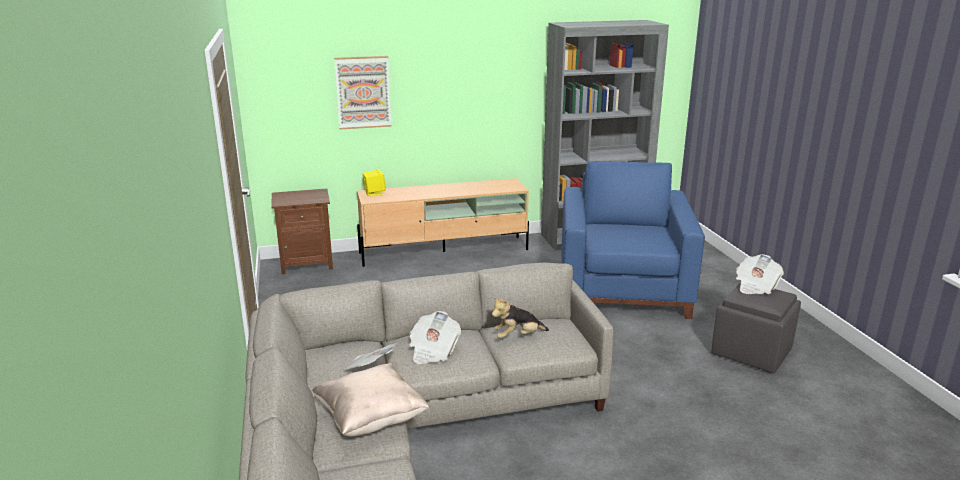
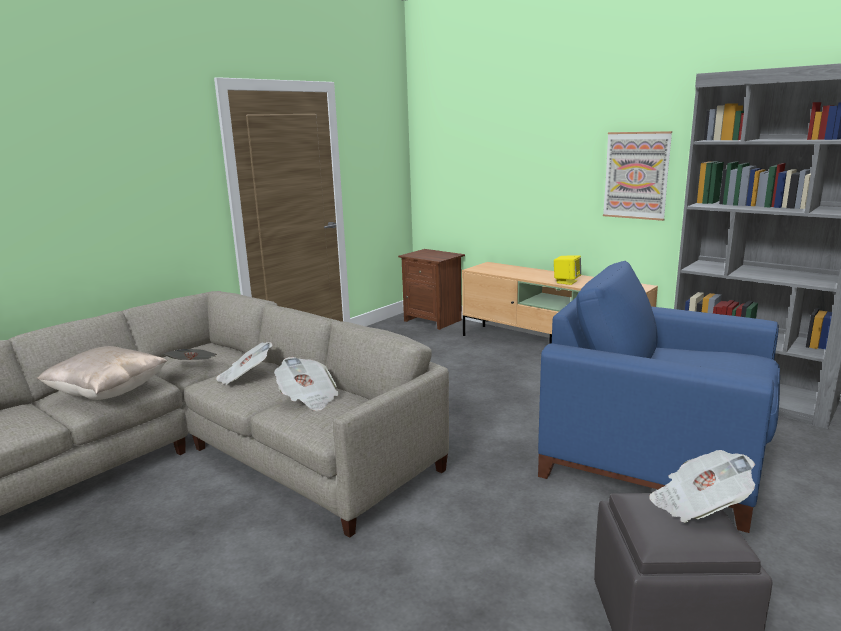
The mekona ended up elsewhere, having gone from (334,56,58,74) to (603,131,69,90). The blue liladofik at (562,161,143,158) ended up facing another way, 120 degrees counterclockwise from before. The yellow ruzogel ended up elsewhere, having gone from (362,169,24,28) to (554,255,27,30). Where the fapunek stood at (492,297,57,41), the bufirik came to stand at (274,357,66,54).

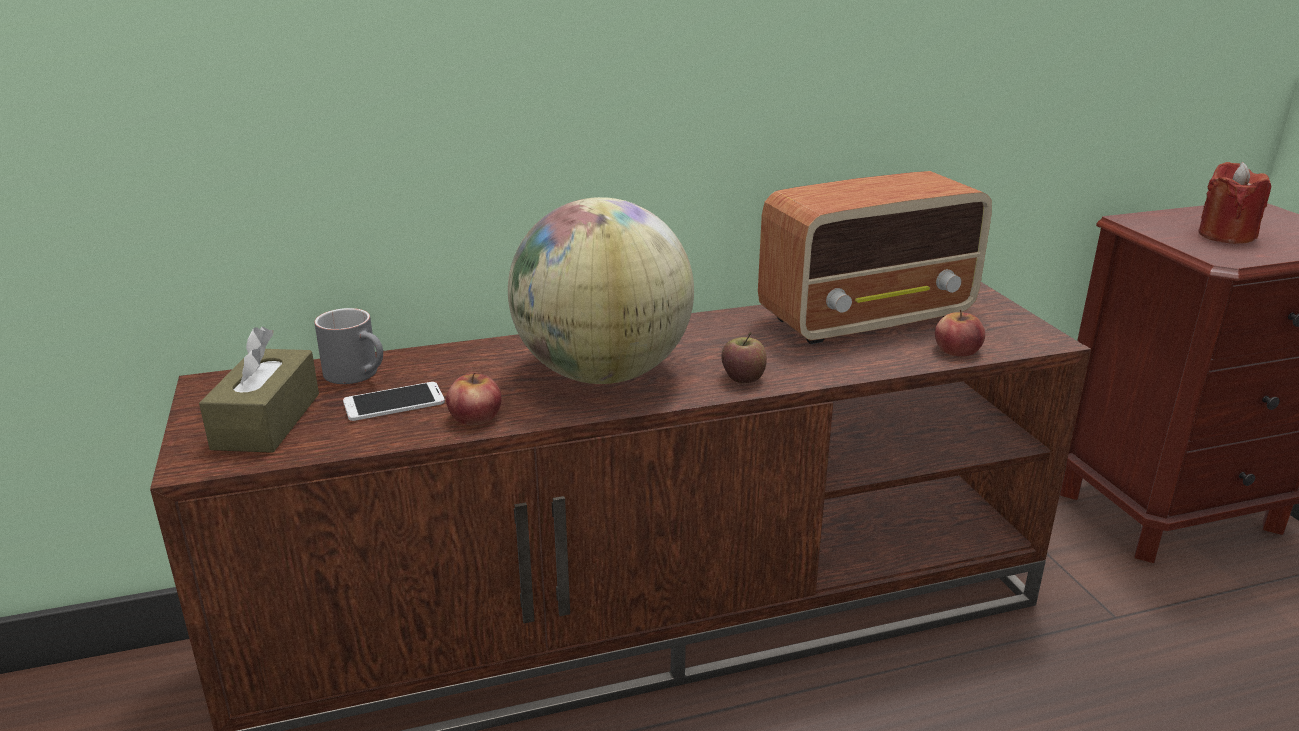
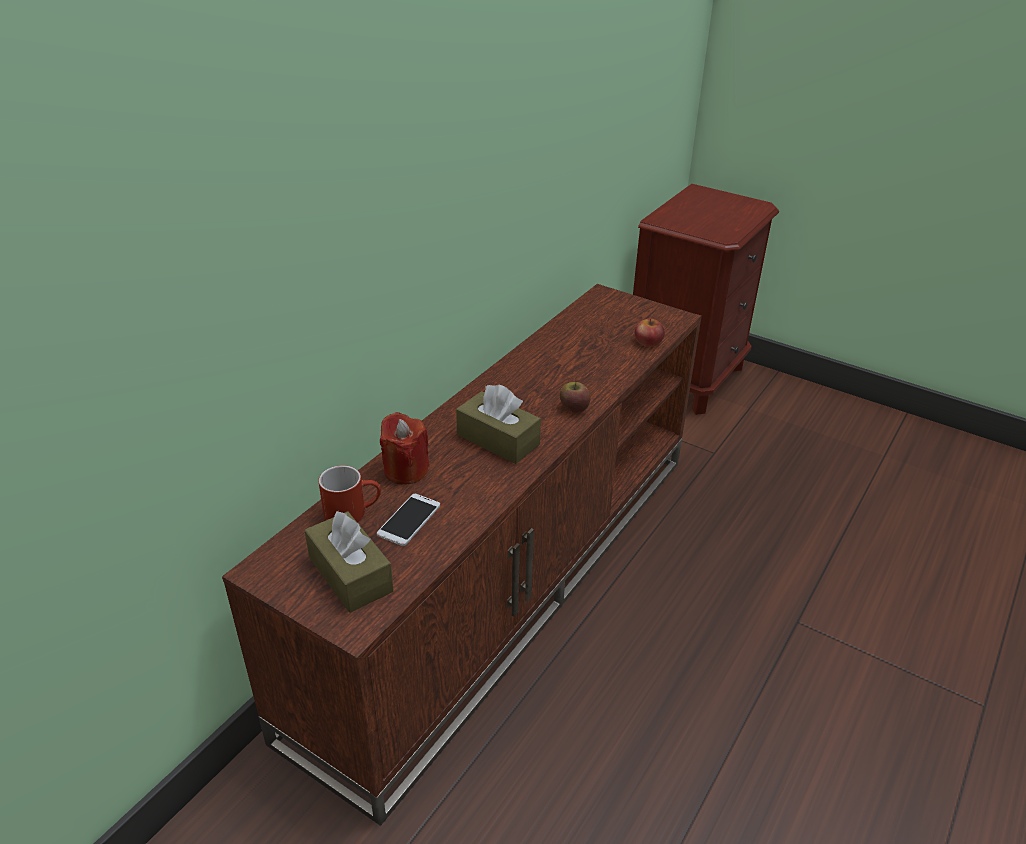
The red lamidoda ended up elsewhere, having gone from (1198,162,73,82) to (380,412,49,72). The second view lost the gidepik at (758,171,234,173). Where the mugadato stood at (508,197,186,187), the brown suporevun came to stand at (456,384,85,80). What was the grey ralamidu at (314,308,69,76) turned into the red ralamidu at (318,465,63,57). The second view lost the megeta at (446,372,56,53).

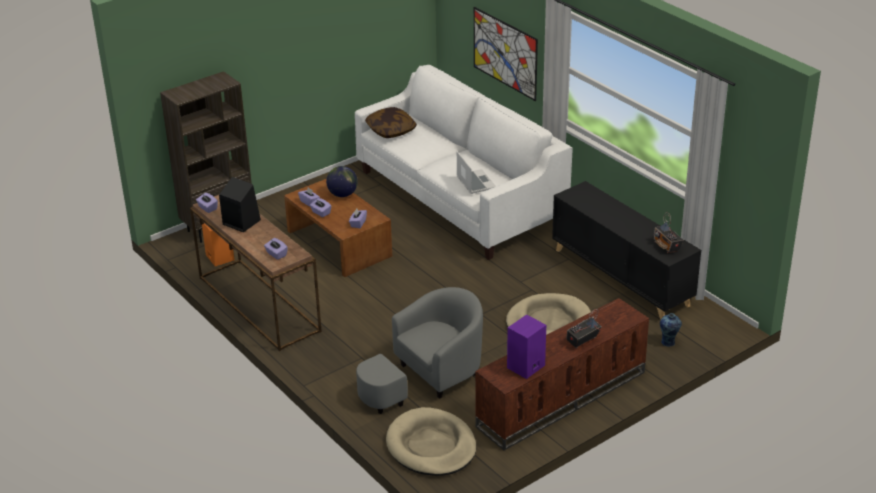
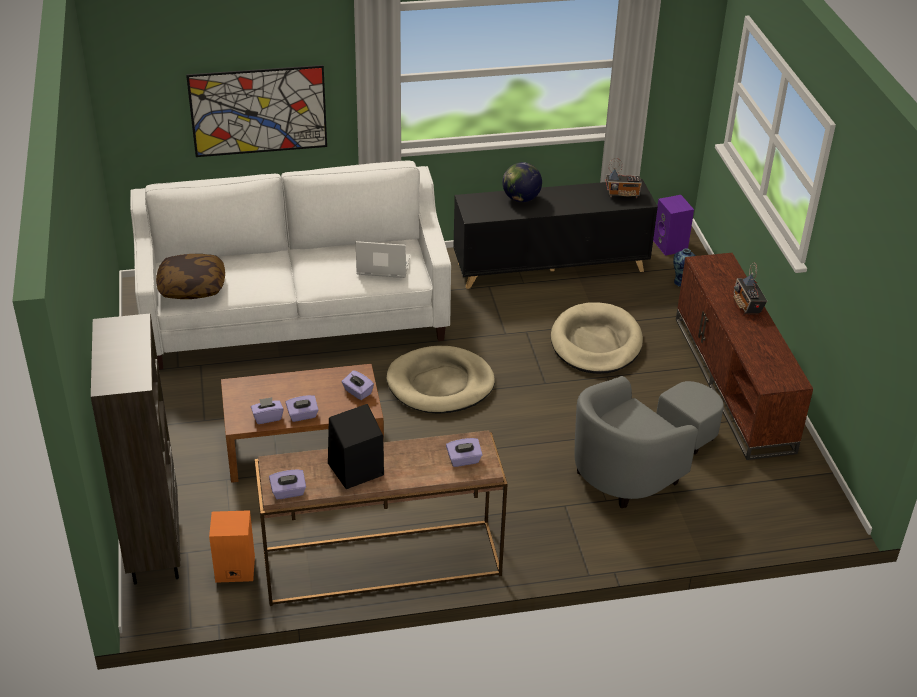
The mugadato ended up elsewhere, having gone from (326,166,32,31) to (502,162,40,40). The grey liladofik at (356,287,127,127) ended up facing another way, 120 degrees counterclockwise from before. The purple ruzogel ended up elsewhere, having gone from (507,315,39,64) to (653,195,41,61). The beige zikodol ended up elsewhere, having gone from (386,407,90,69) to (386,346,109,68).

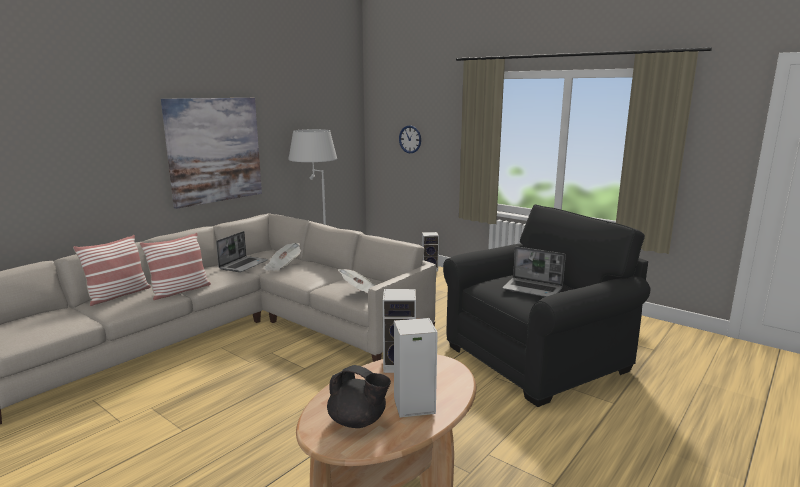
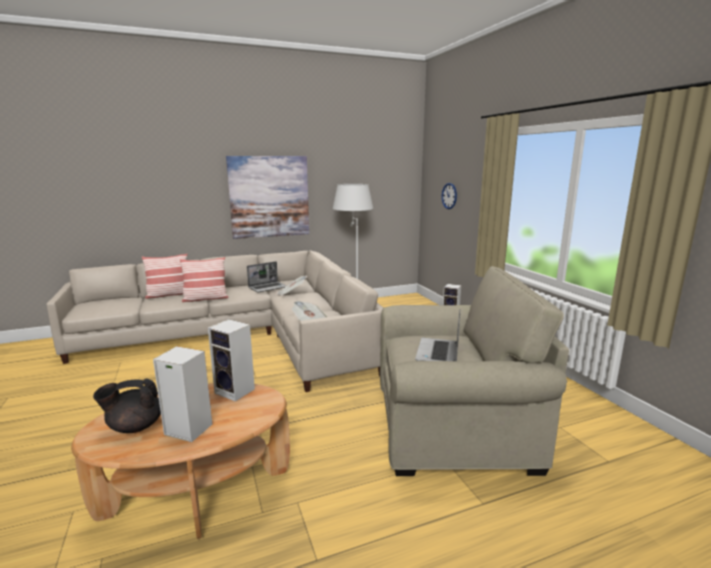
What was the black liladofik at (443,204,208,203) turned into the beige liladofik at (380,266,189,210). The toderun at (502,246,64,51) ended up facing another way, 45 degrees clockwise from before. The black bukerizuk at (327,365,64,63) ended up facing another way, 105 degrees clockwise from before.

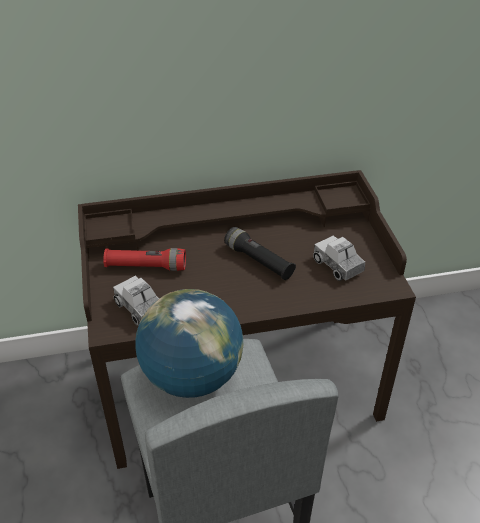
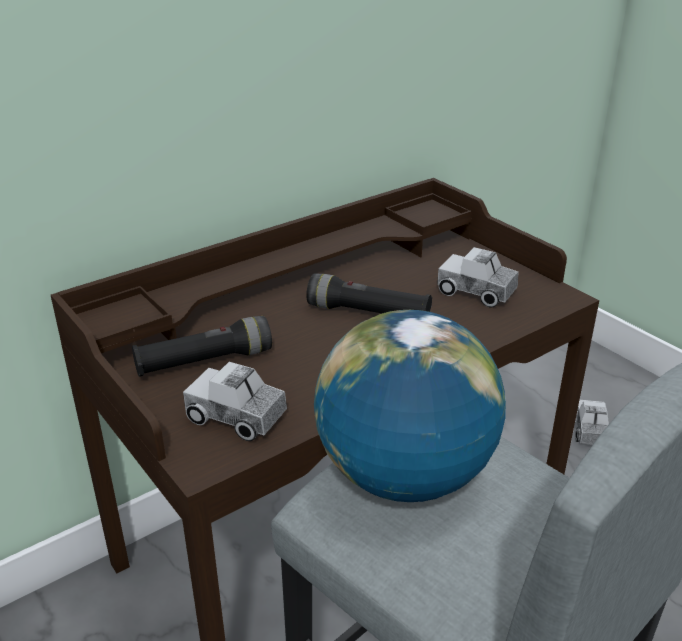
What was the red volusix at (103,248,83,23) turned into the black volusix at (132,316,140,61). The second view gained the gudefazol at (575,400,34,44).

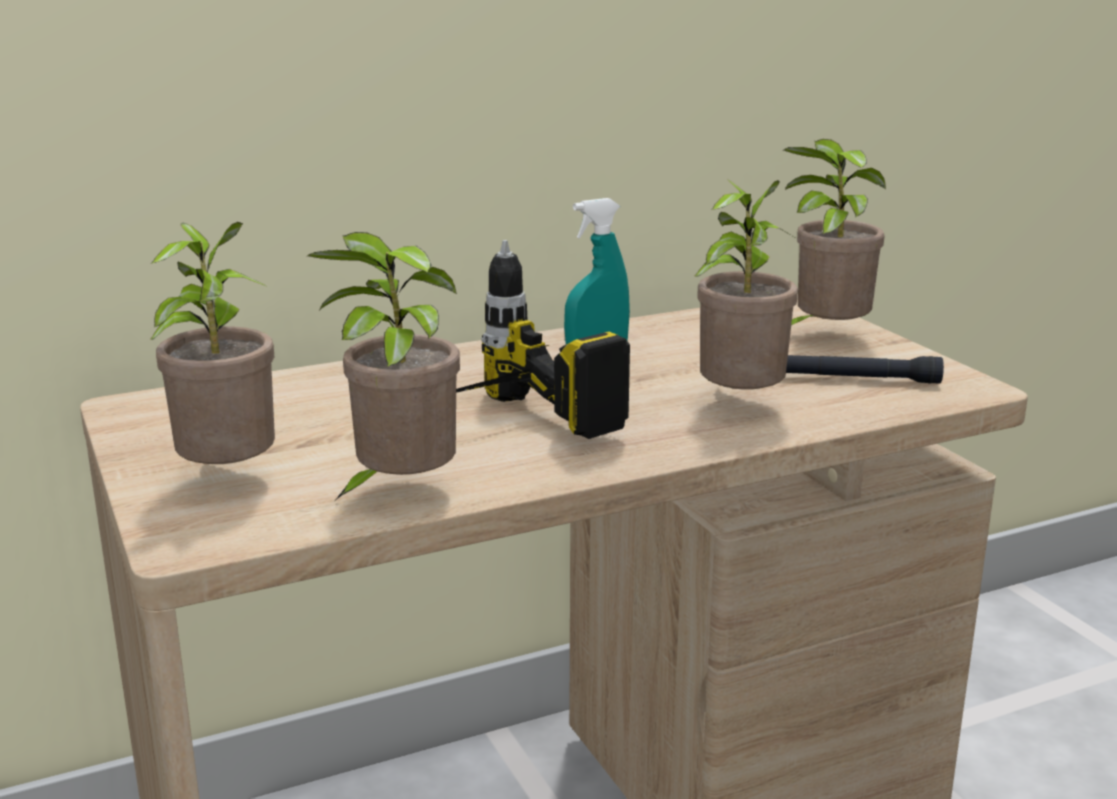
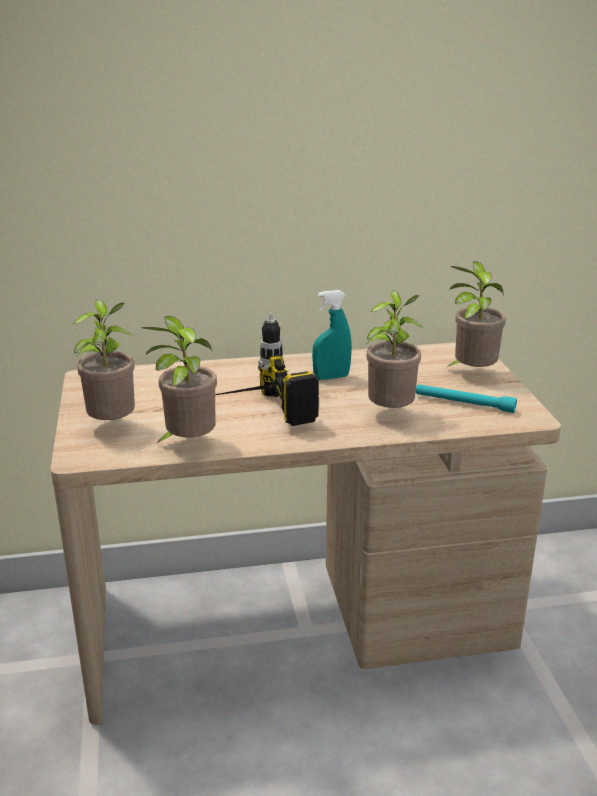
What was the black volusix at (786,355,158,28) turned into the turquoise volusix at (416,384,101,29).

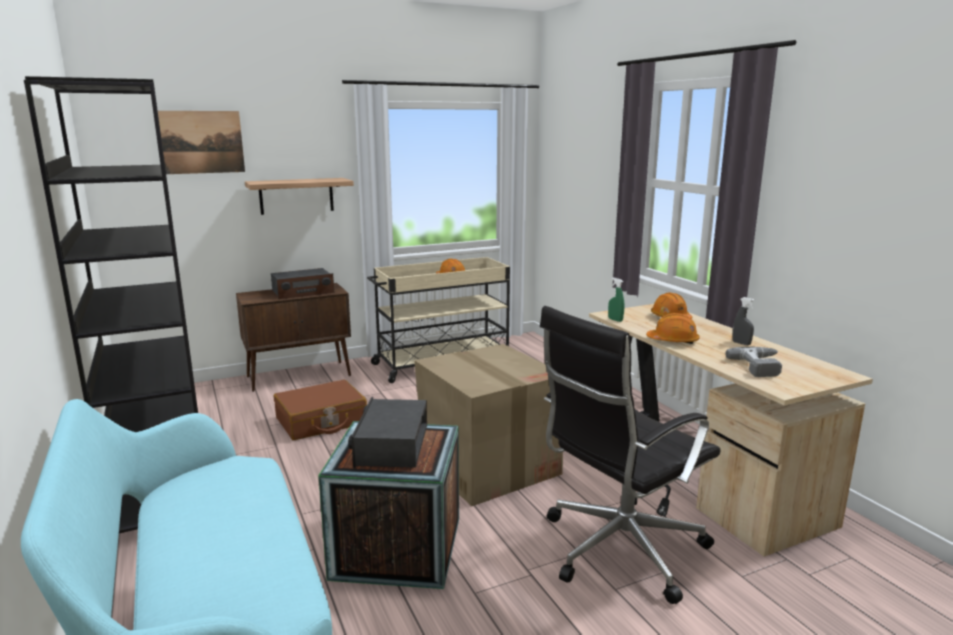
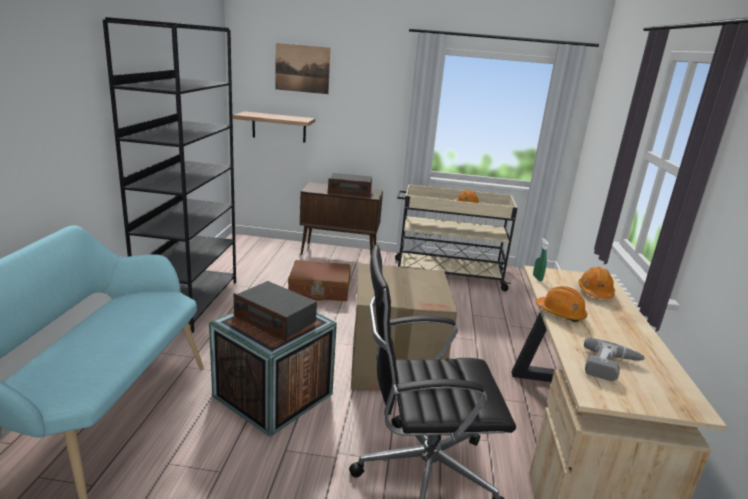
The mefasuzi ended up elsewhere, having gone from (245,178,109,37) to (233,111,82,32). The second view lost the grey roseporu at (732,297,23,48). The gidepik at (348,397,79,72) ended up facing another way, 90 degrees counterclockwise from before.

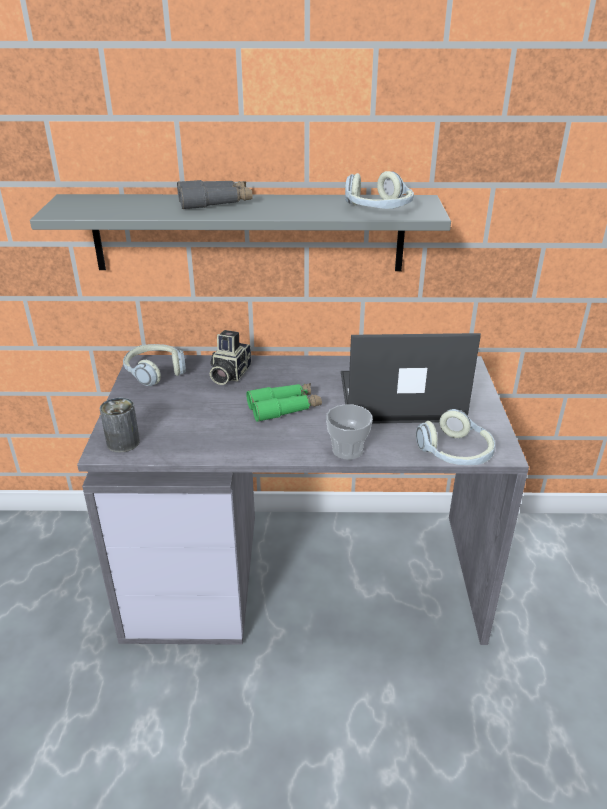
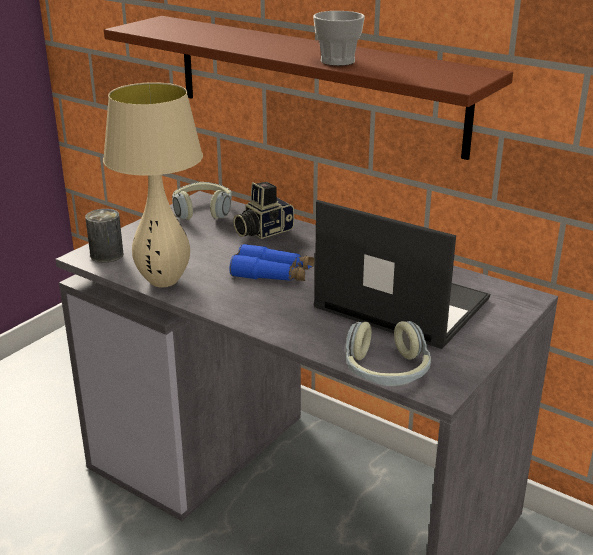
The second view lost the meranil at (345,171,69,38). The second view lost the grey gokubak at (177,180,75,30). What was the grey mefasuzi at (30,194,421,77) turned into the brown mefasuzi at (104,16,409,144). What was the green gokubak at (246,383,76,39) turned into the blue gokubak at (230,244,84,37). The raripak ended up elsewhere, having gone from (326,404,47,56) to (313,11,52,55). The second view gained the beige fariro at (103,82,100,206).

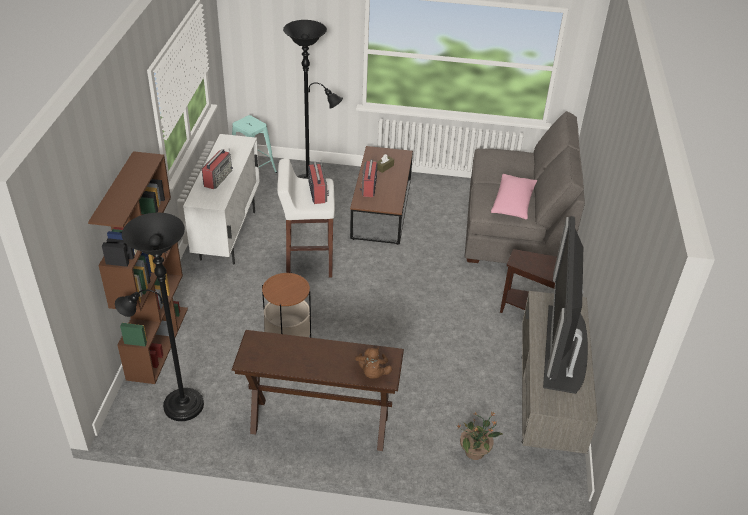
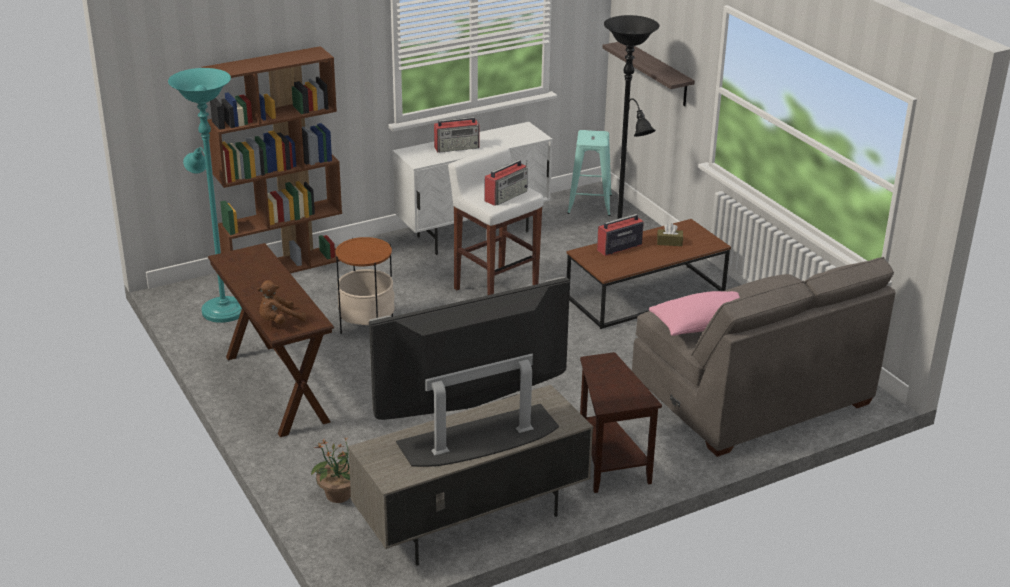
What was the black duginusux at (115,213,89,208) turned into the turquoise duginusux at (168,68,74,255). The second view gained the mefasuzi at (602,42,93,64).

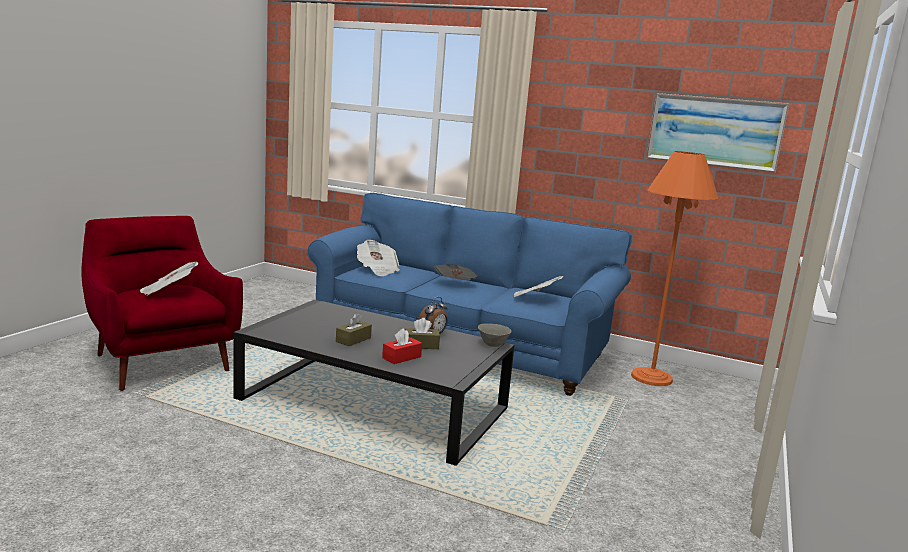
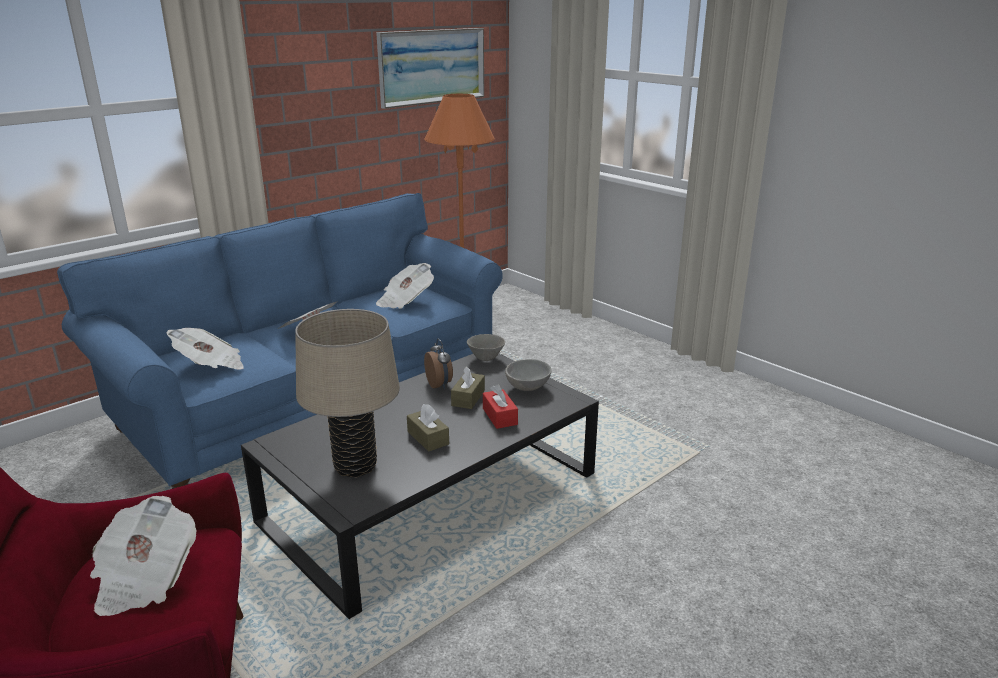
The second view gained the beige fariro at (295,309,105,168). The second view gained the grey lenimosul at (505,359,47,32).

